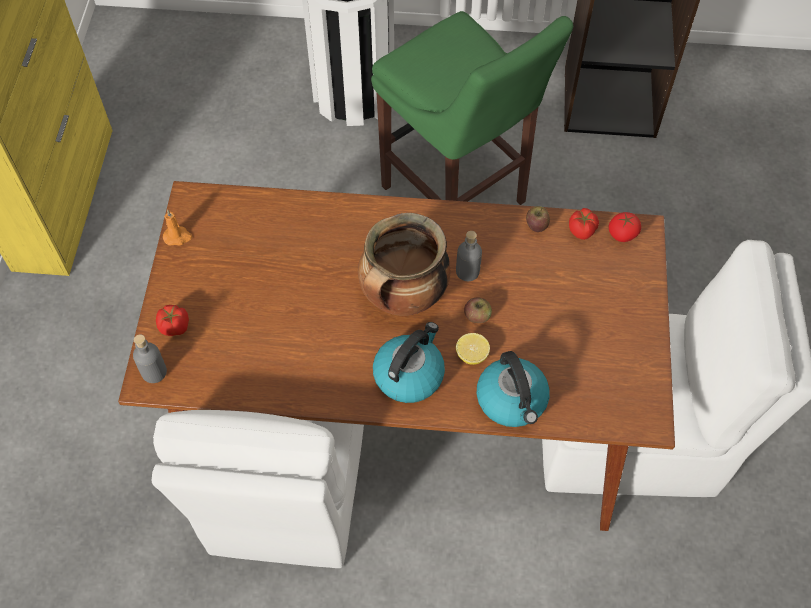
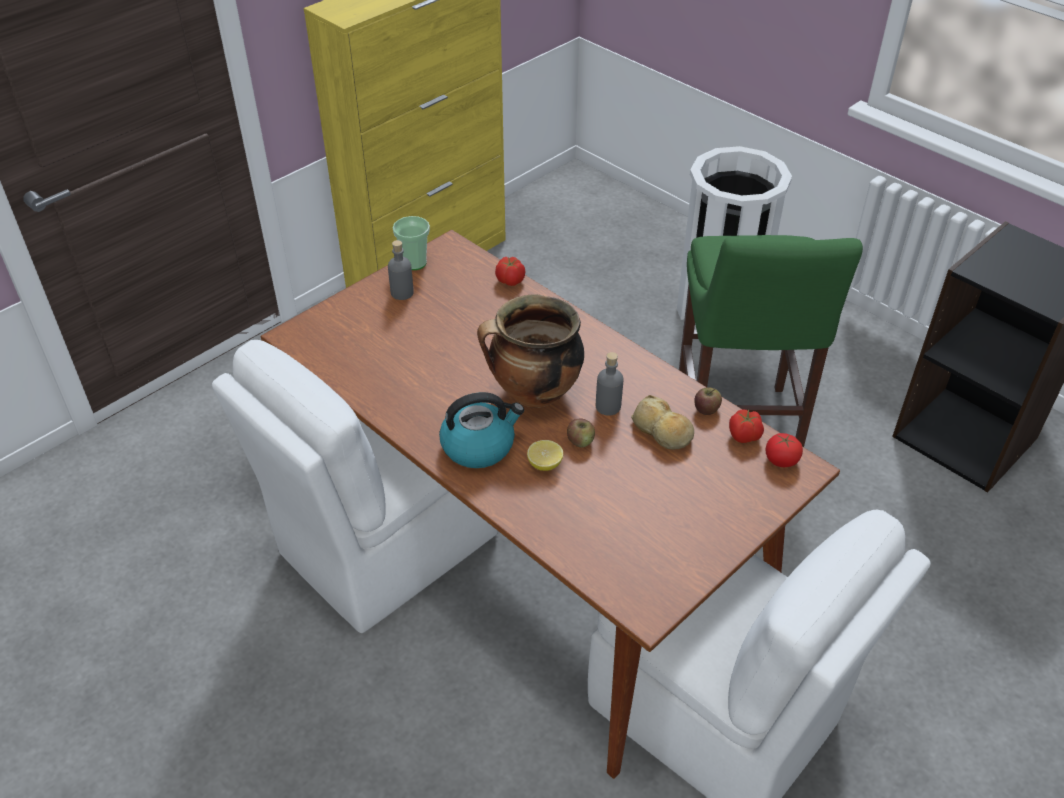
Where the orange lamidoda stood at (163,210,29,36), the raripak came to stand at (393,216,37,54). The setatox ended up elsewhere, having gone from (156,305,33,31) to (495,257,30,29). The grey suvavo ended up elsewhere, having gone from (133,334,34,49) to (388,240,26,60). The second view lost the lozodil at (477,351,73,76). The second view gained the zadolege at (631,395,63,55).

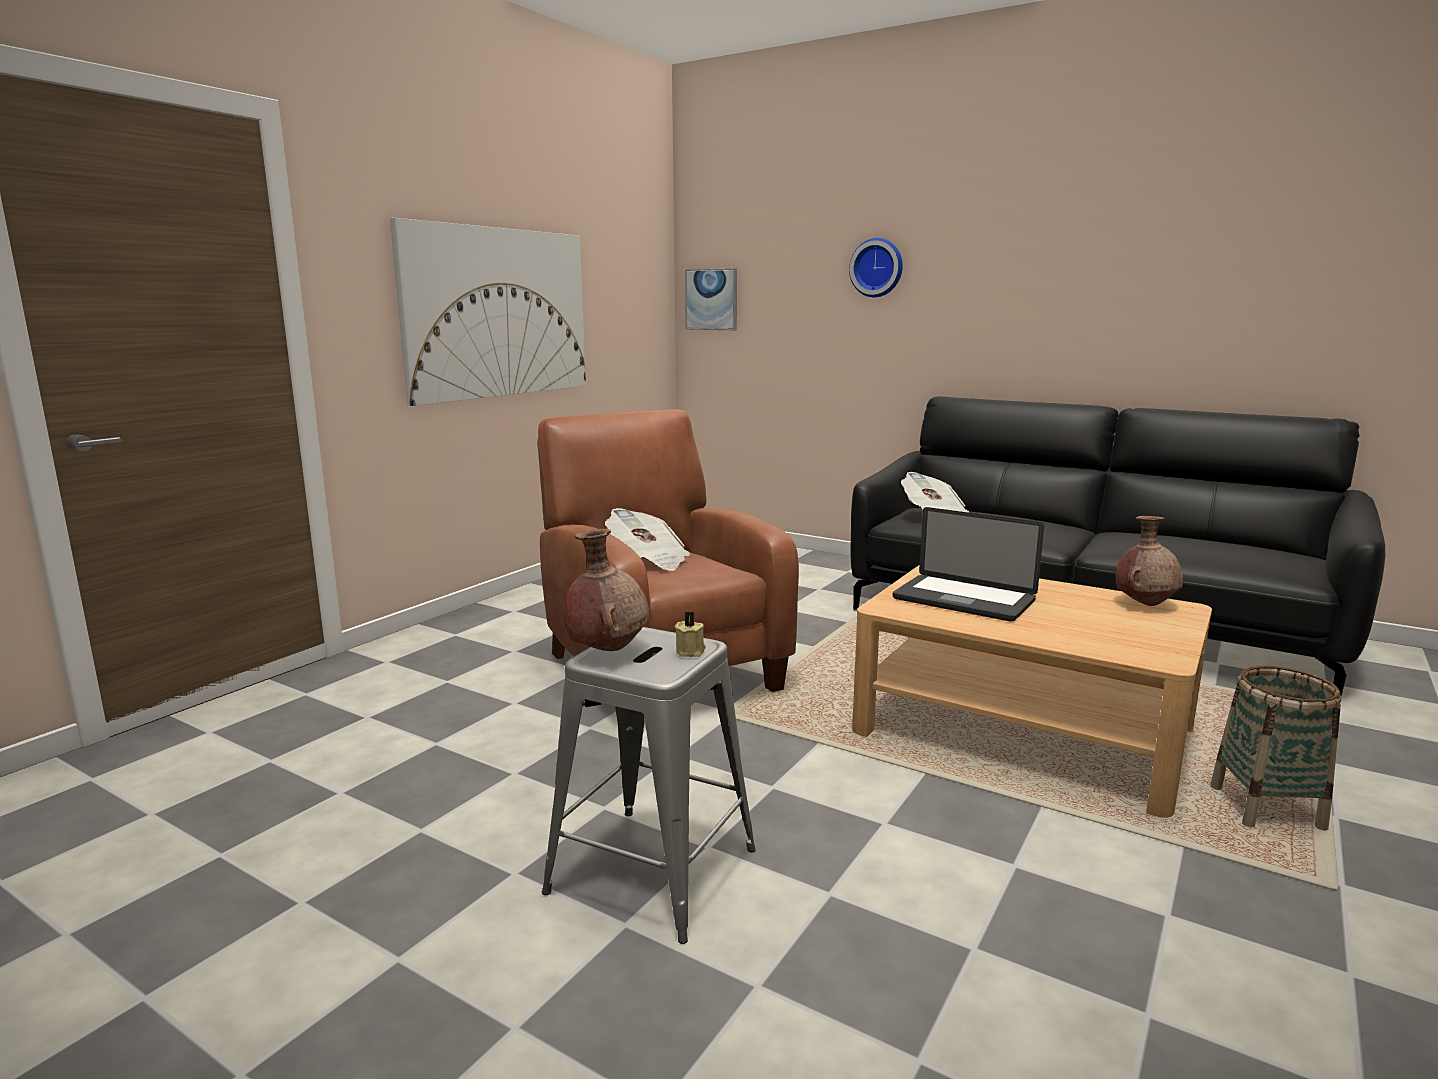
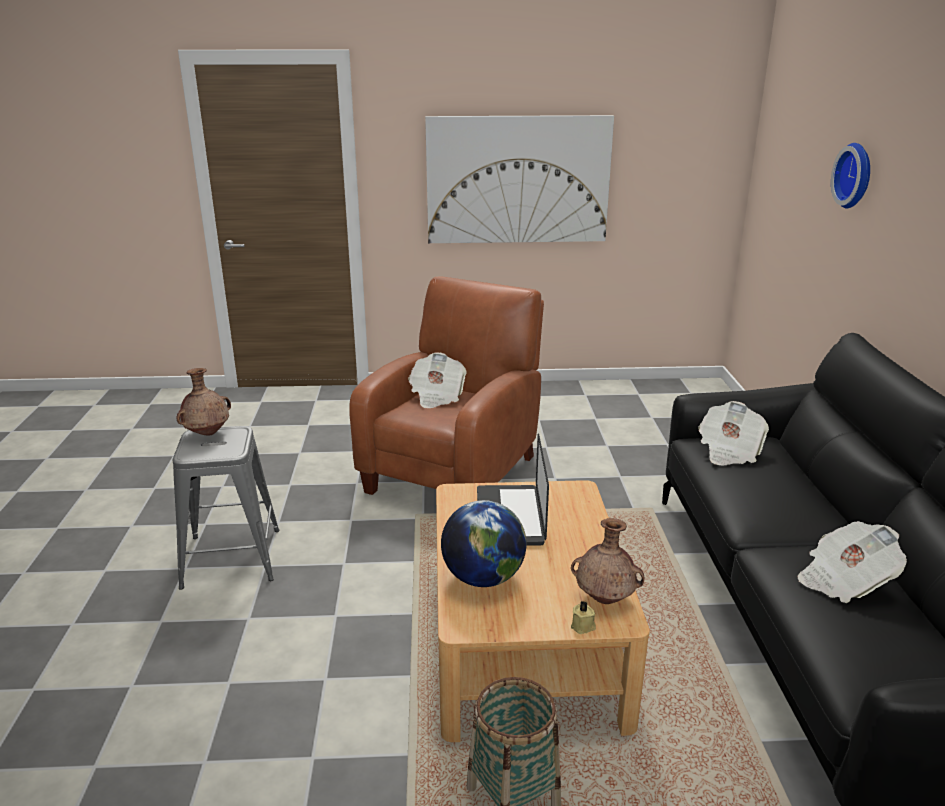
The second view lost the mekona at (685,268,52,62). The beige lamidoda ended up elsewhere, having gone from (675,611,31,46) to (571,601,25,33). The second view gained the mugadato at (441,500,86,87). The second view gained the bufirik at (797,521,110,82).

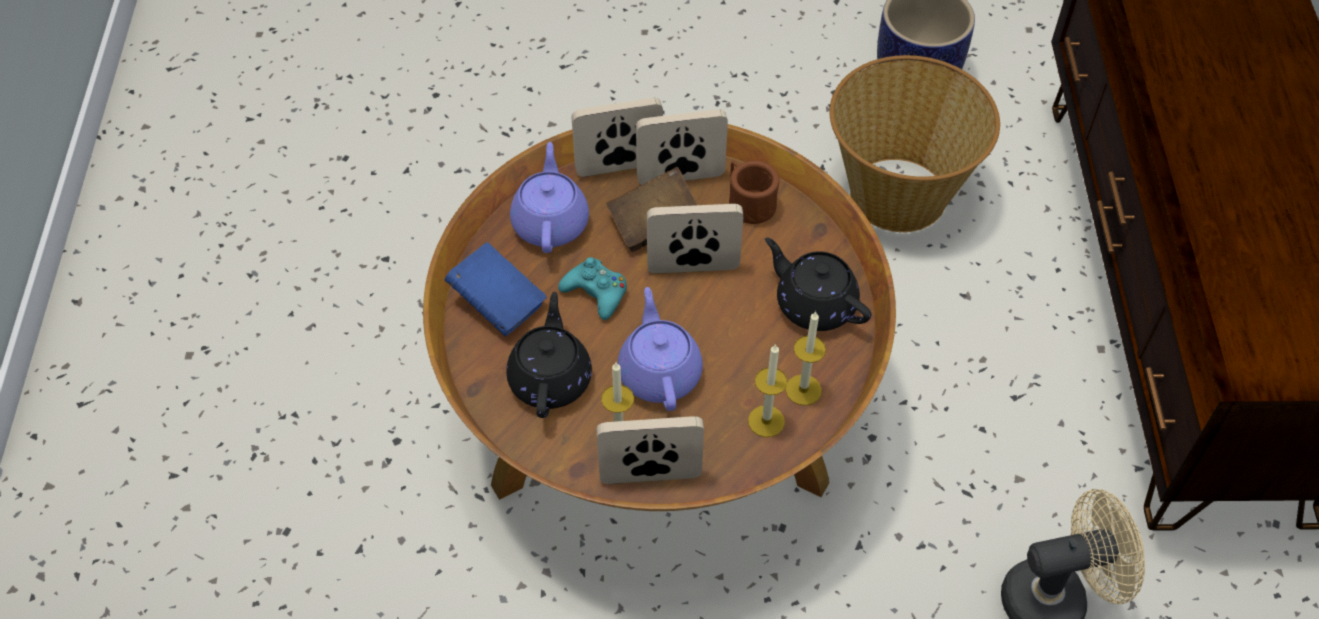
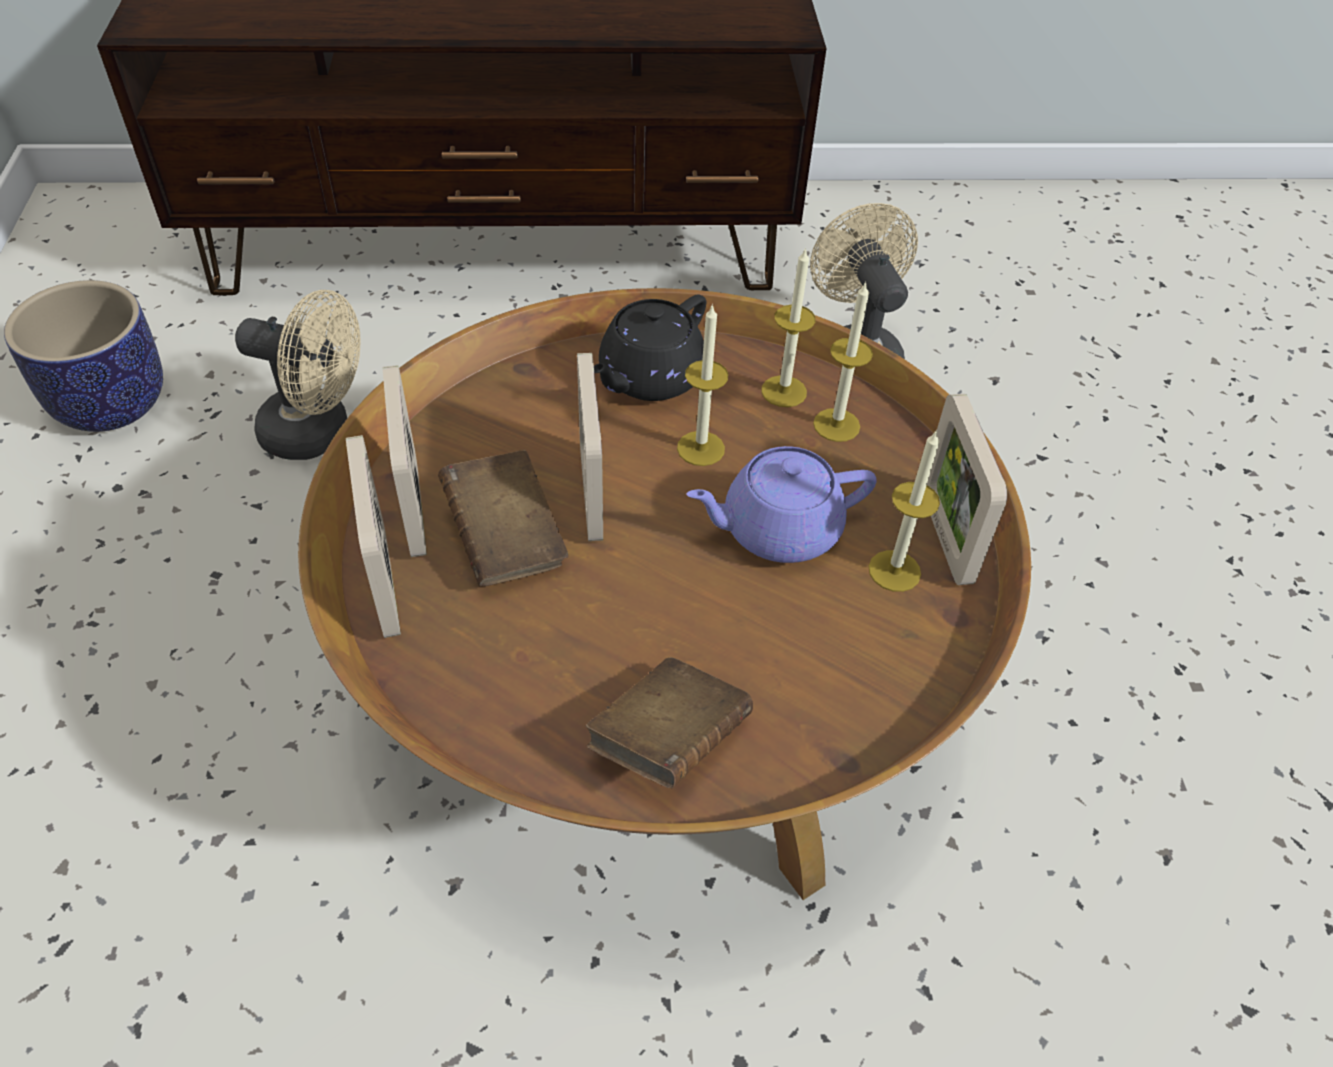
Where the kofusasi stood at (829,55,171,177), the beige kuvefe came to stand at (235,290,126,170). The second view lost the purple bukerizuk at (510,142,79,111). The second view lost the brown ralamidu at (729,161,50,63). What was the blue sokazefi at (445,242,102,94) turned into the brown sokazefi at (586,657,167,131). The second view lost the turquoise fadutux at (558,257,69,63). The second view lost the black bukerizuk at (506,292,86,126). The second view gained the lamidoda at (677,304,51,162).

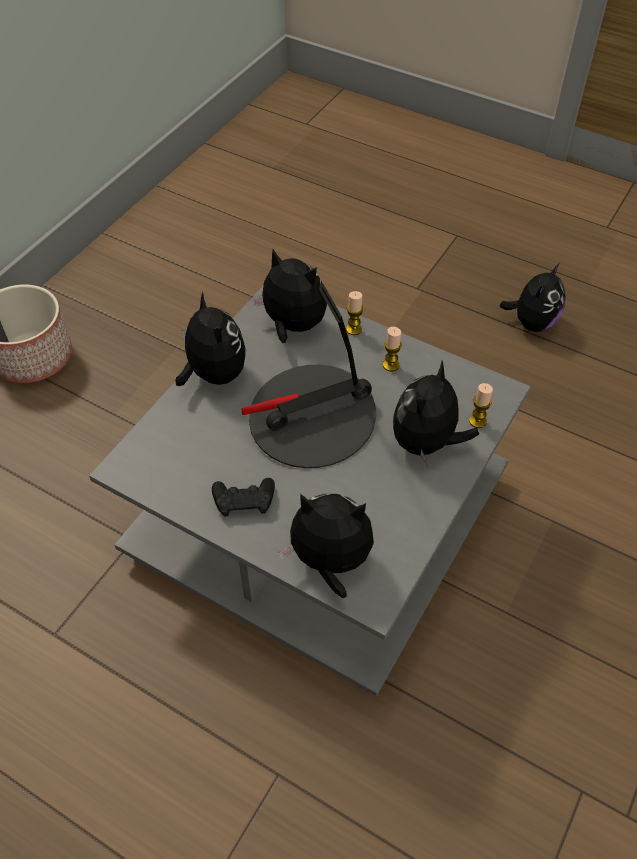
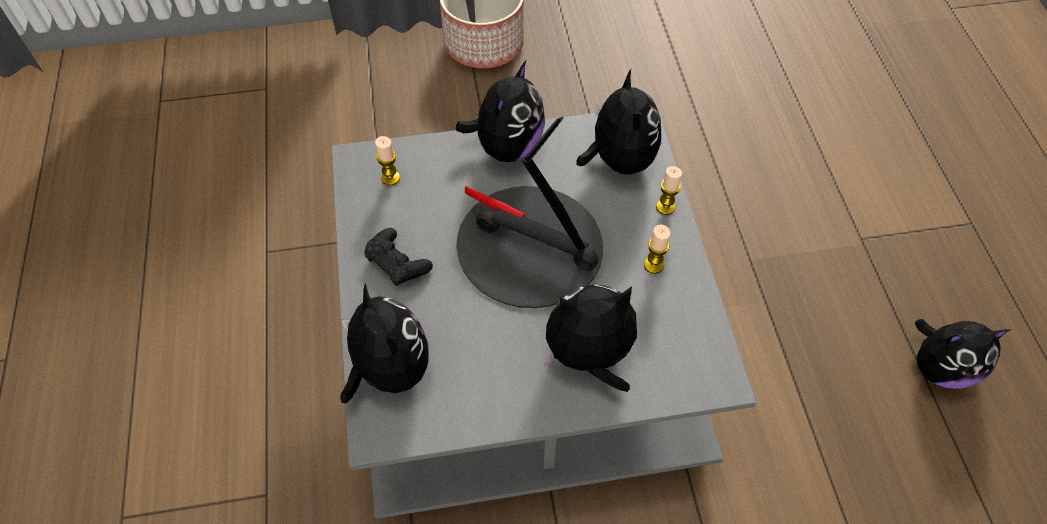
The lamidoda ended up elsewhere, having gone from (469,383,24,45) to (375,136,25,50).

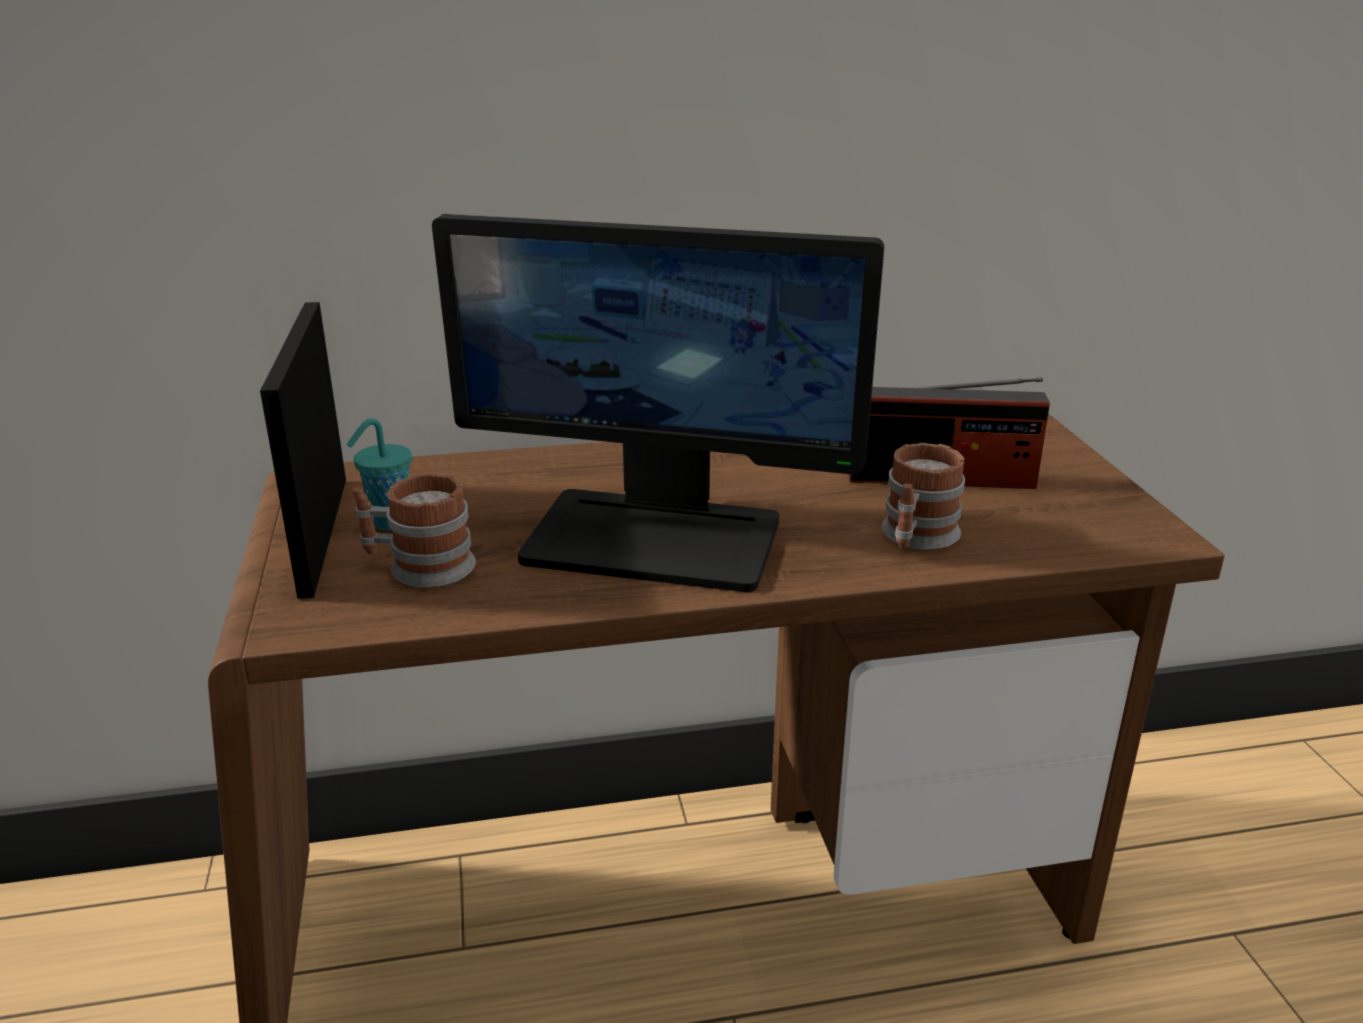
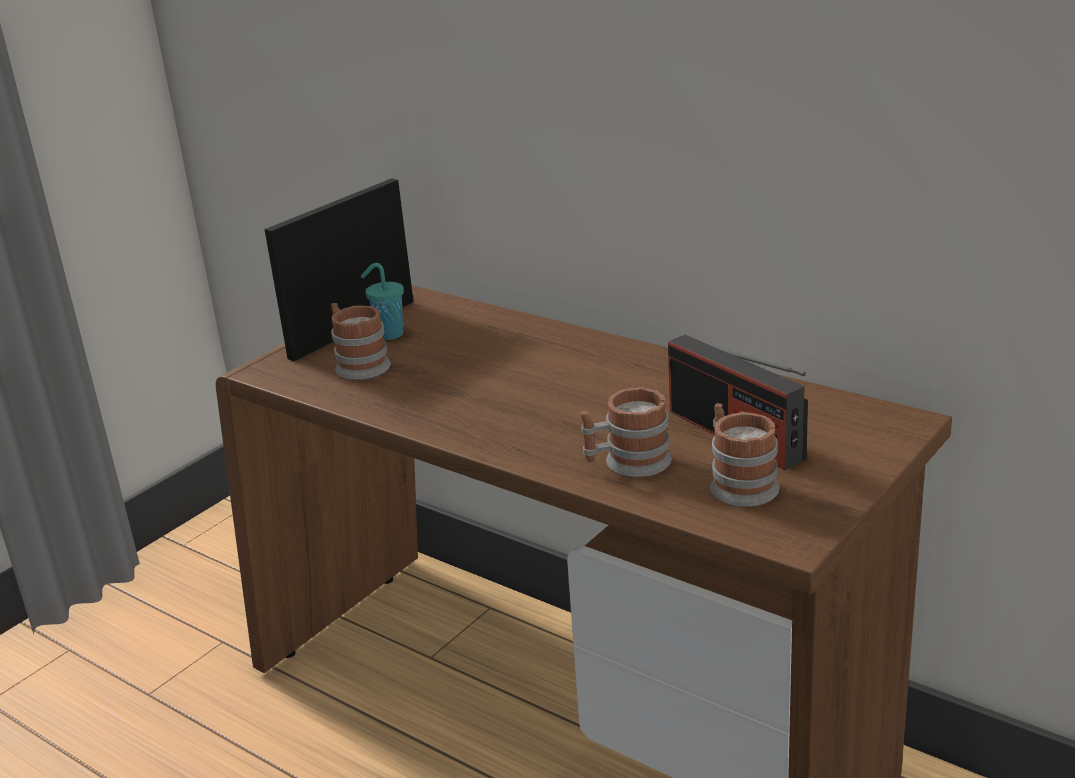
The second view lost the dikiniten at (432,214,452,378). The second view gained the ralamidu at (710,403,69,104).

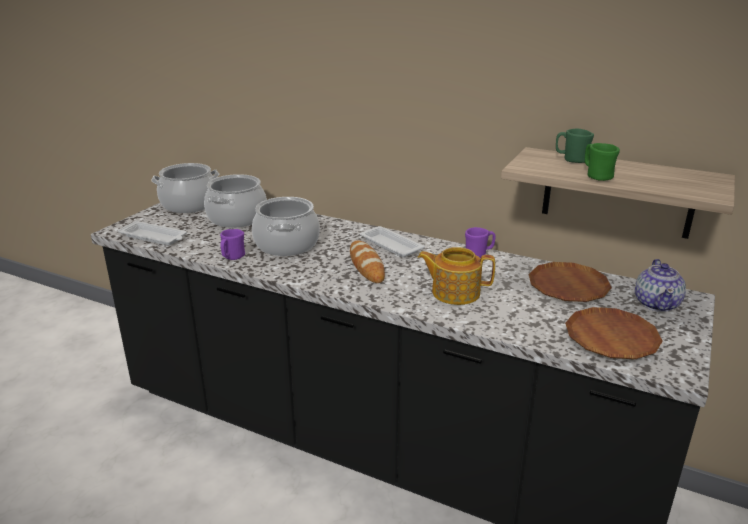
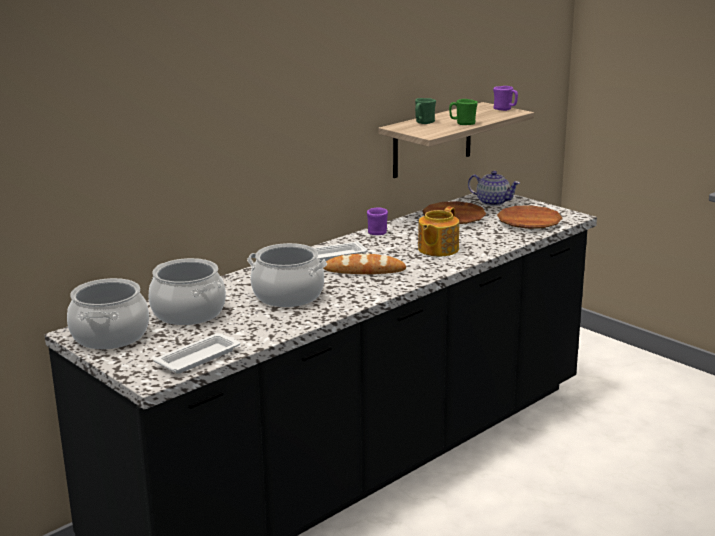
The purple ralamidu ended up elsewhere, having gone from (220,229,25,31) to (493,86,25,25).

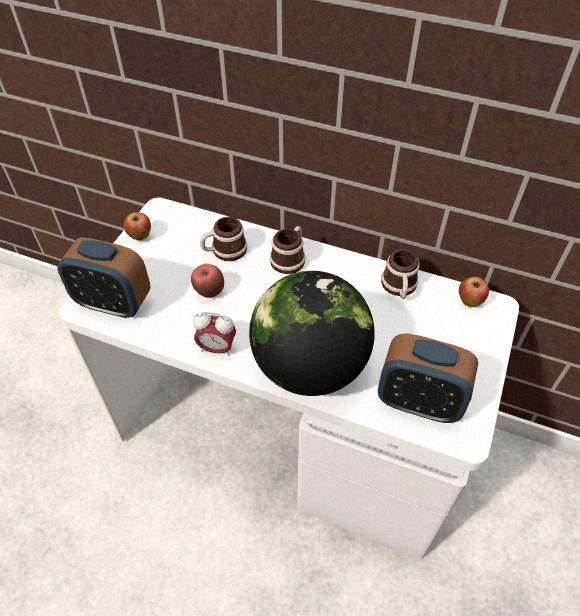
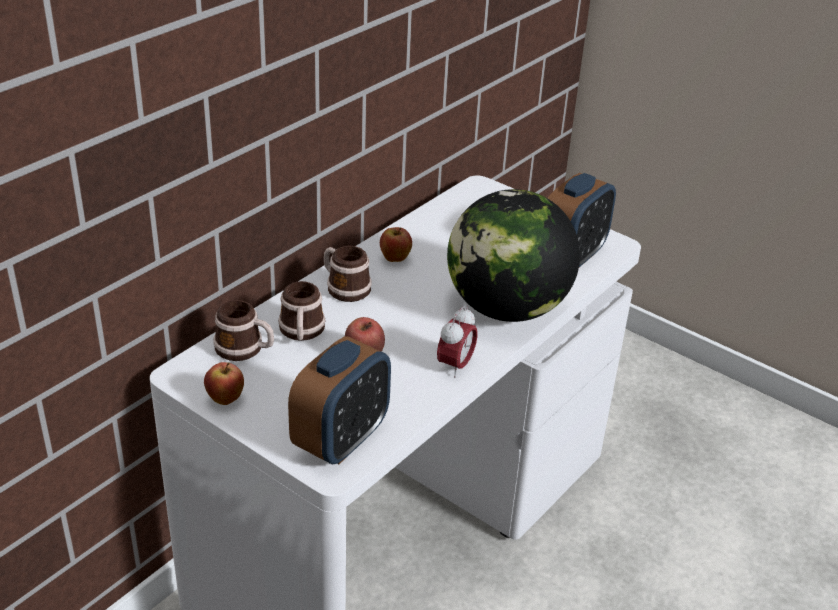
The ralamidu ended up elsewhere, having gone from (381,250,38,49) to (213,300,61,61). The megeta ended up elsewhere, having gone from (459,276,30,31) to (380,227,32,35).

